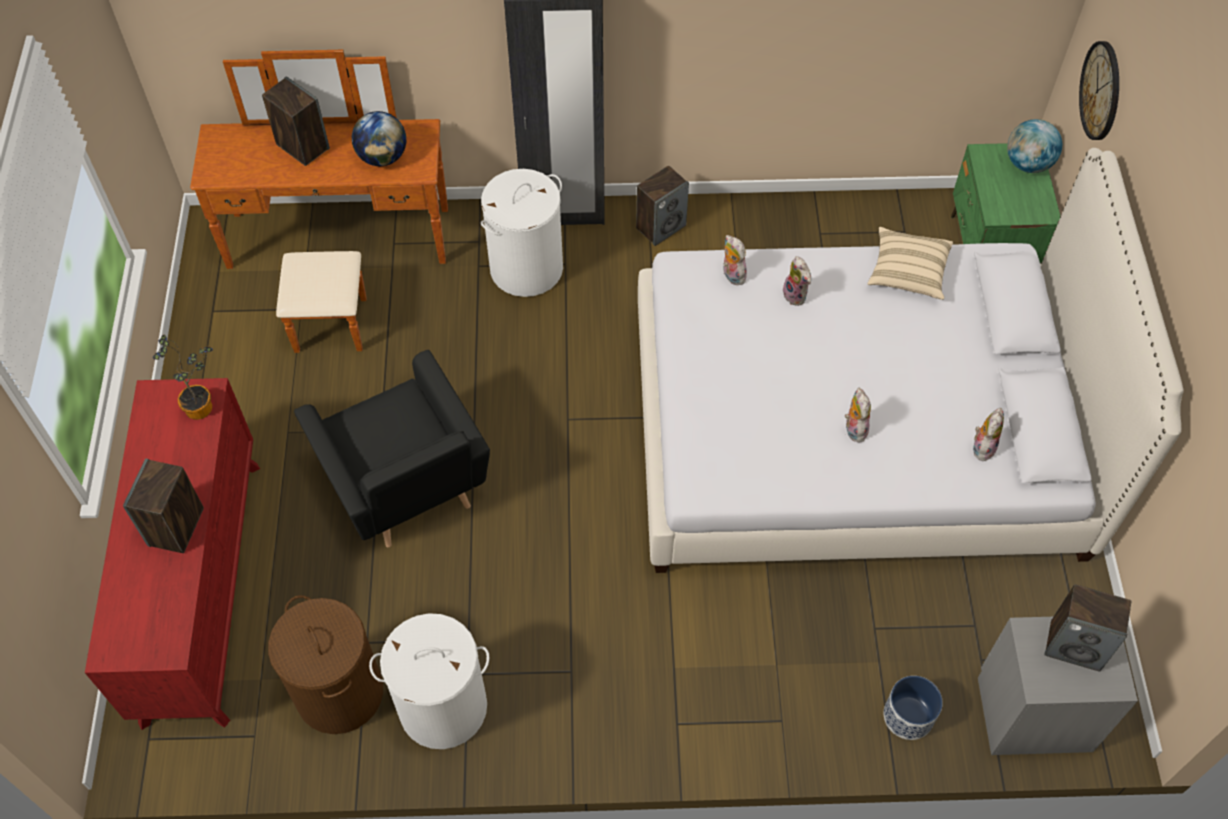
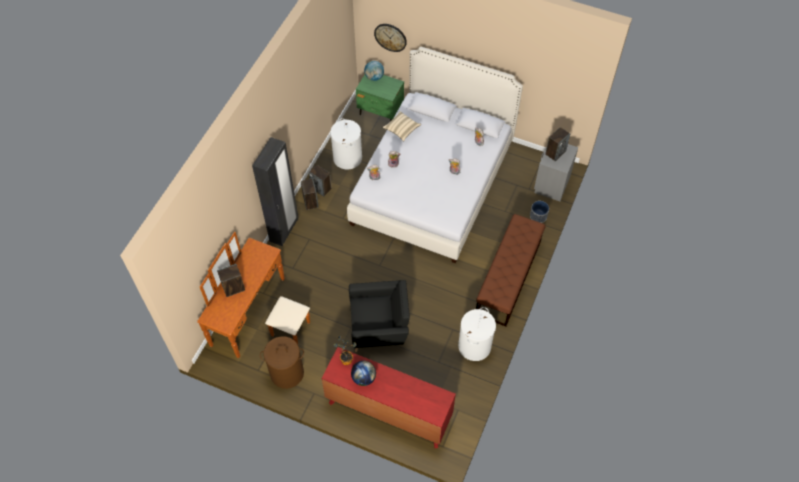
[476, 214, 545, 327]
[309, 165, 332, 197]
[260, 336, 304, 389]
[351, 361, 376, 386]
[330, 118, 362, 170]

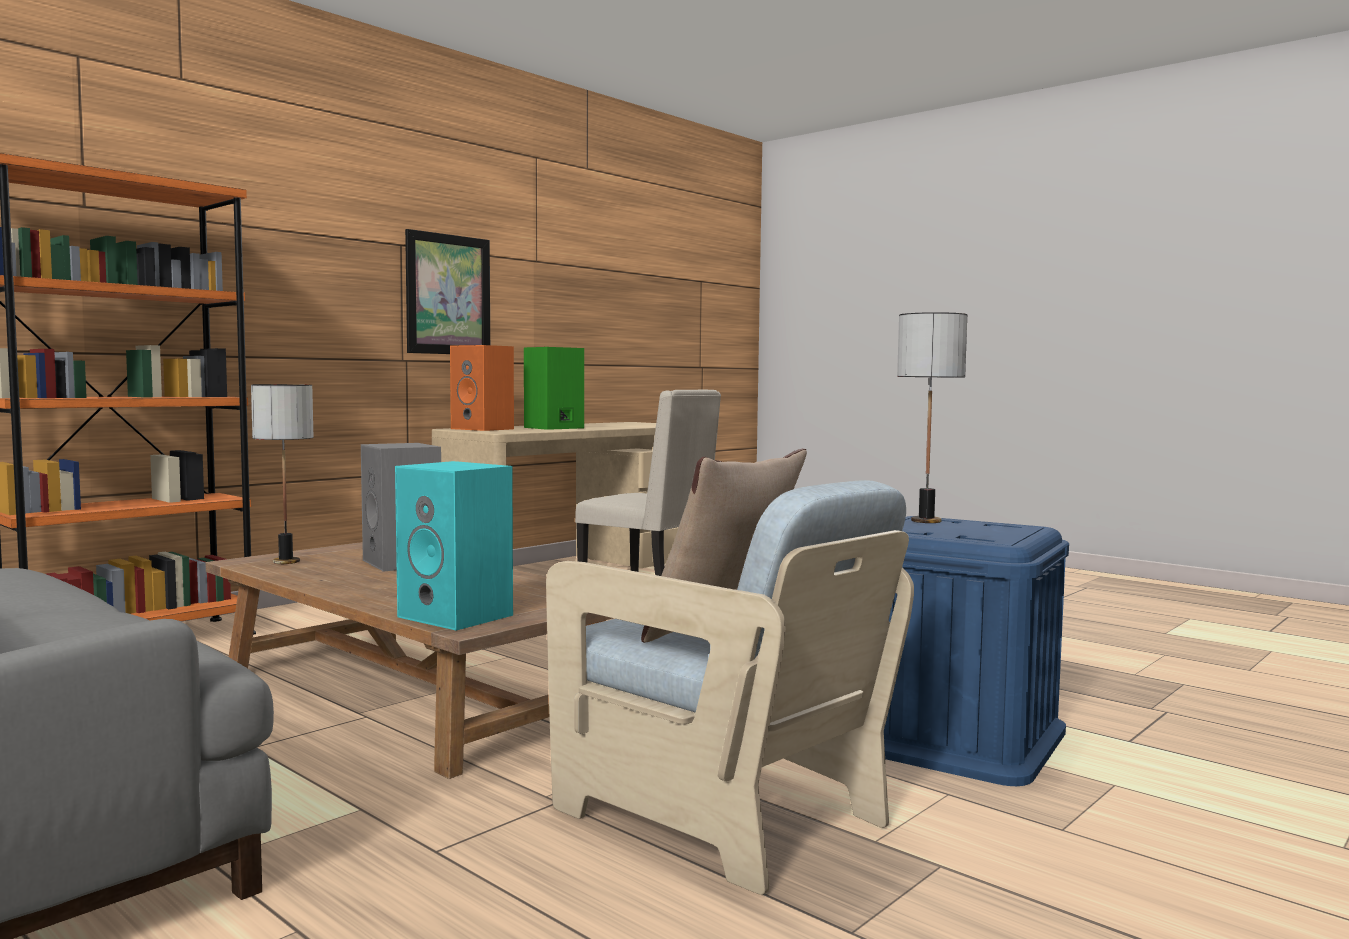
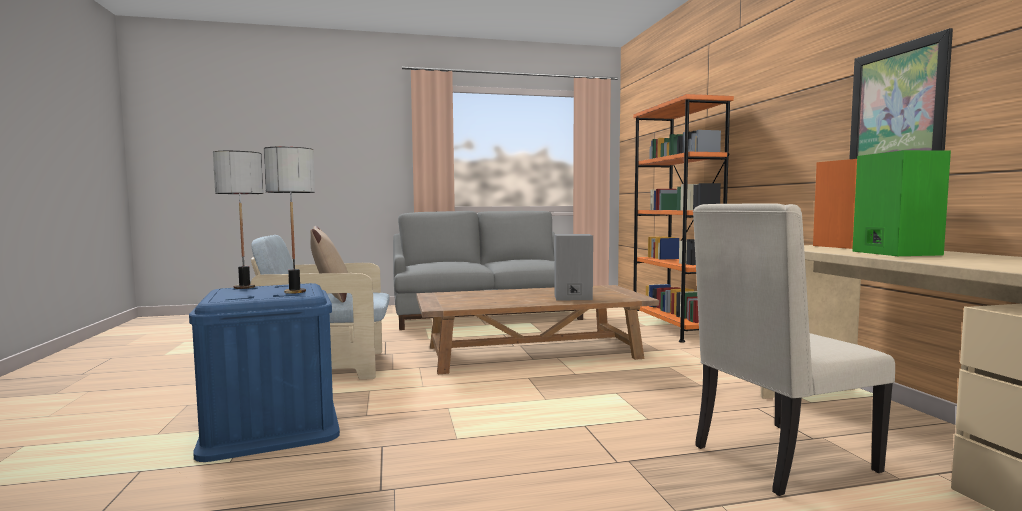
[395, 461, 513, 631] (first image)
[213, 151, 264, 289]

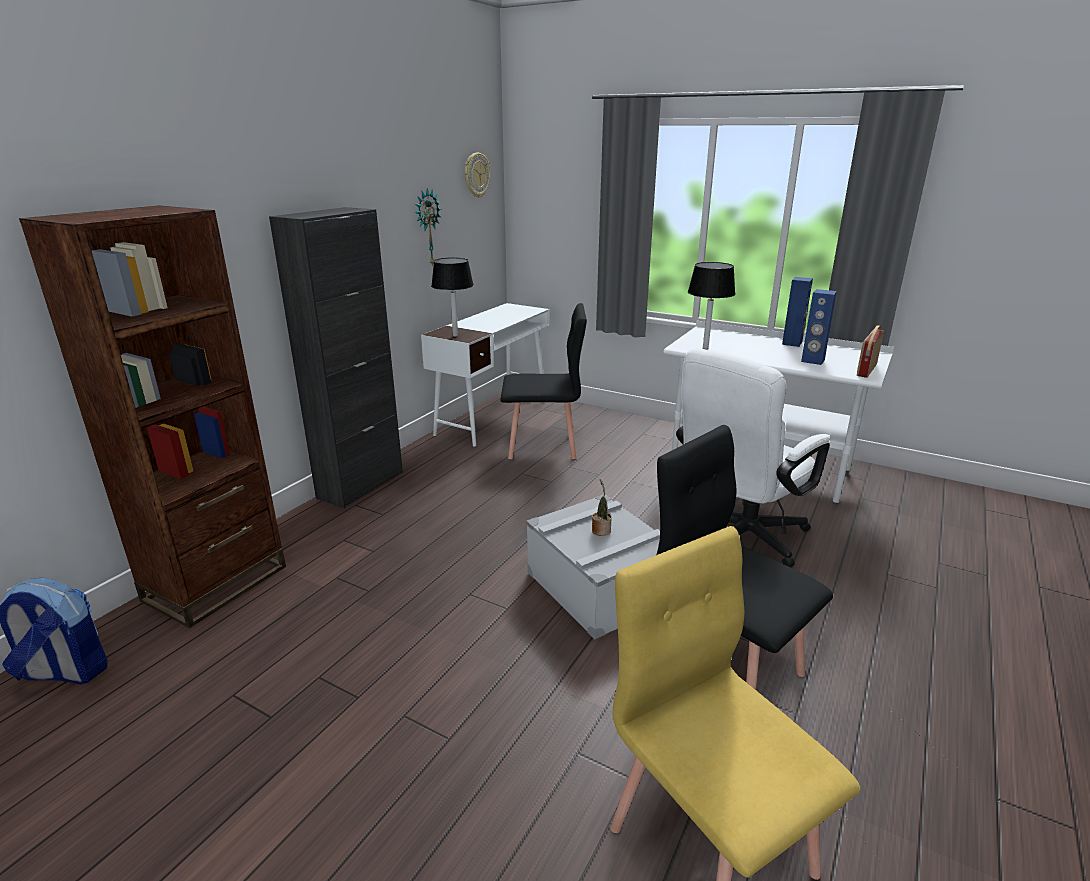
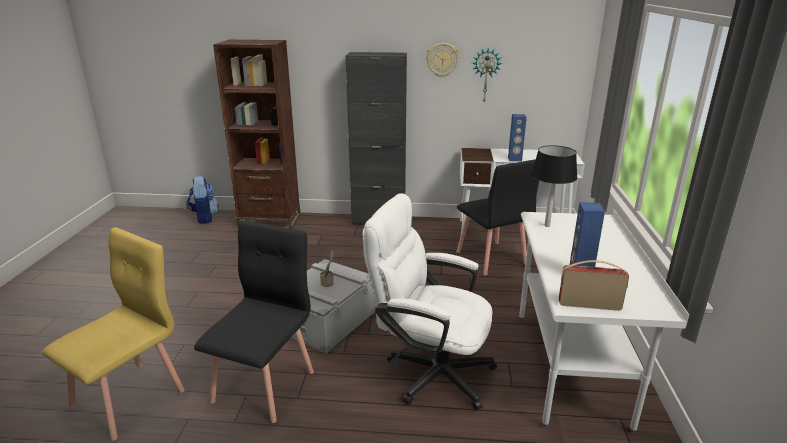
[431, 258, 474, 337] (first image)
[426, 43, 459, 77]
[508, 114, 527, 162]

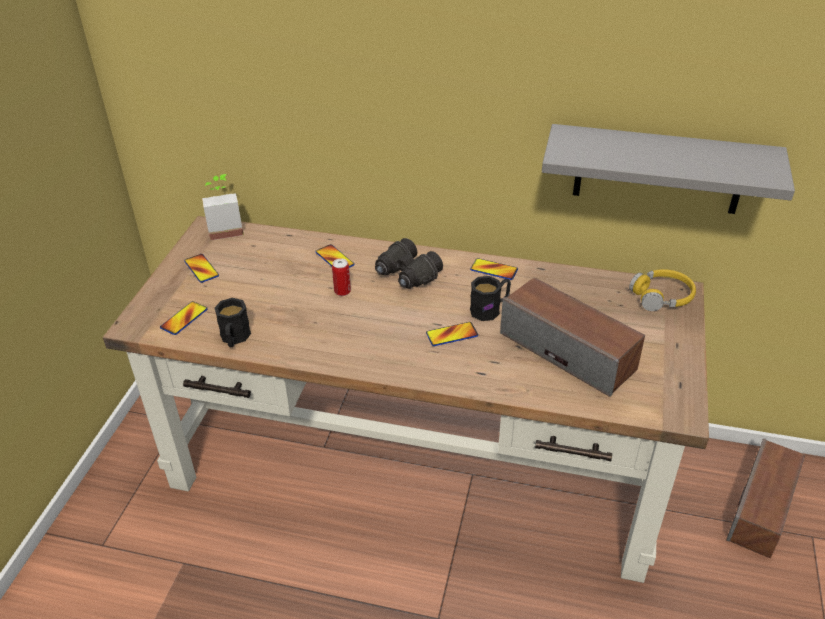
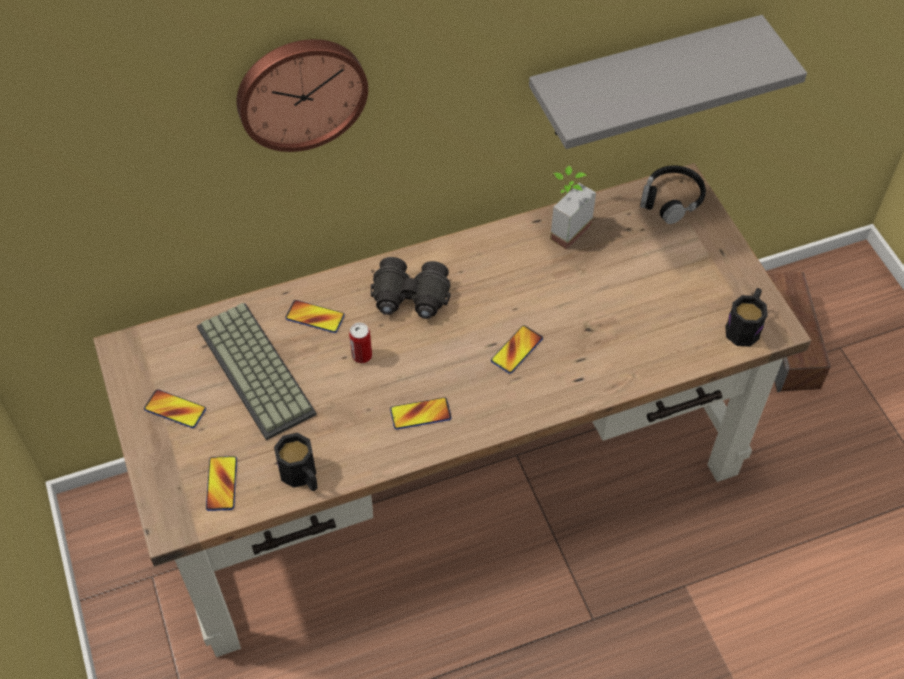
[500, 277, 645, 397] (first image)
[197, 303, 316, 440]
[237, 39, 368, 152]
[550, 166, 596, 250]
[390, 397, 451, 429]
[725, 288, 768, 347]
[640, 165, 706, 224]

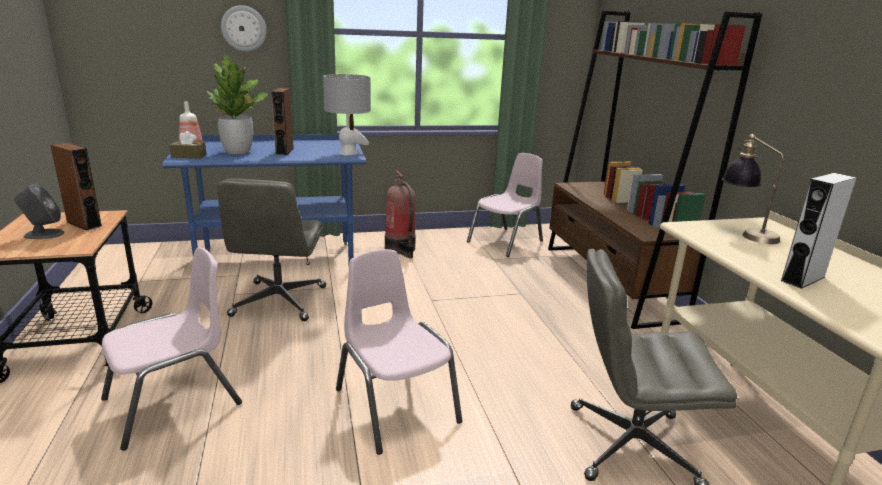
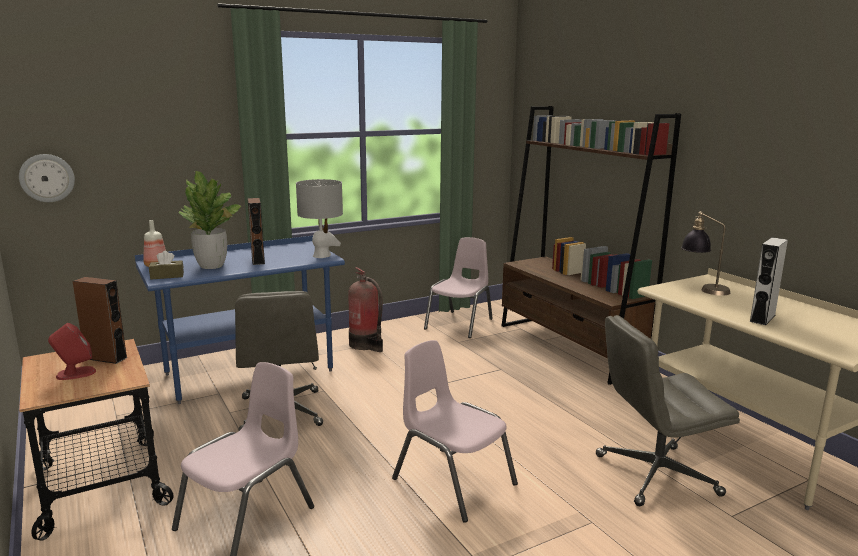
[19, 154, 75, 202]
[48, 323, 96, 380]

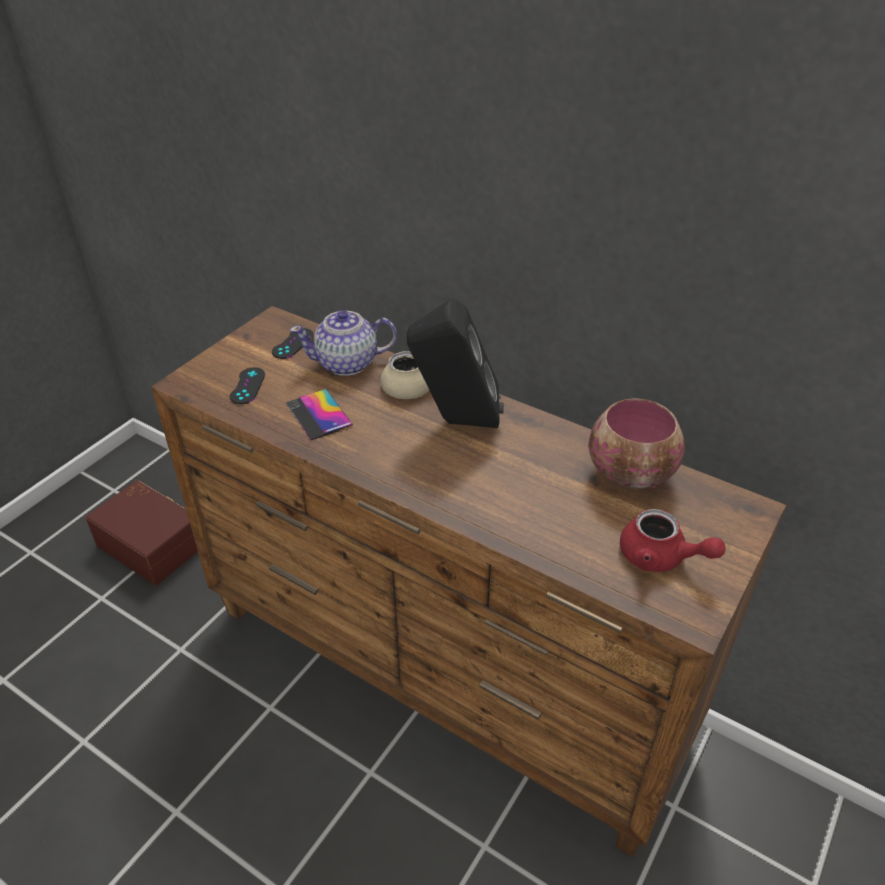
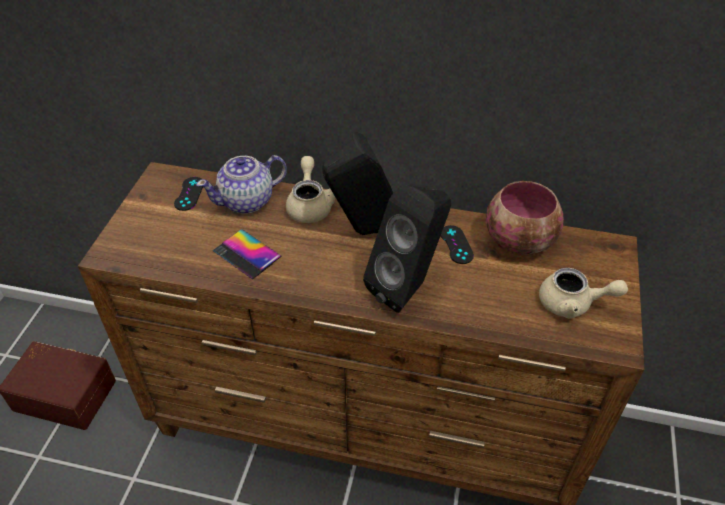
[363, 185, 451, 313]
[441, 225, 474, 264]
[539, 268, 628, 319]

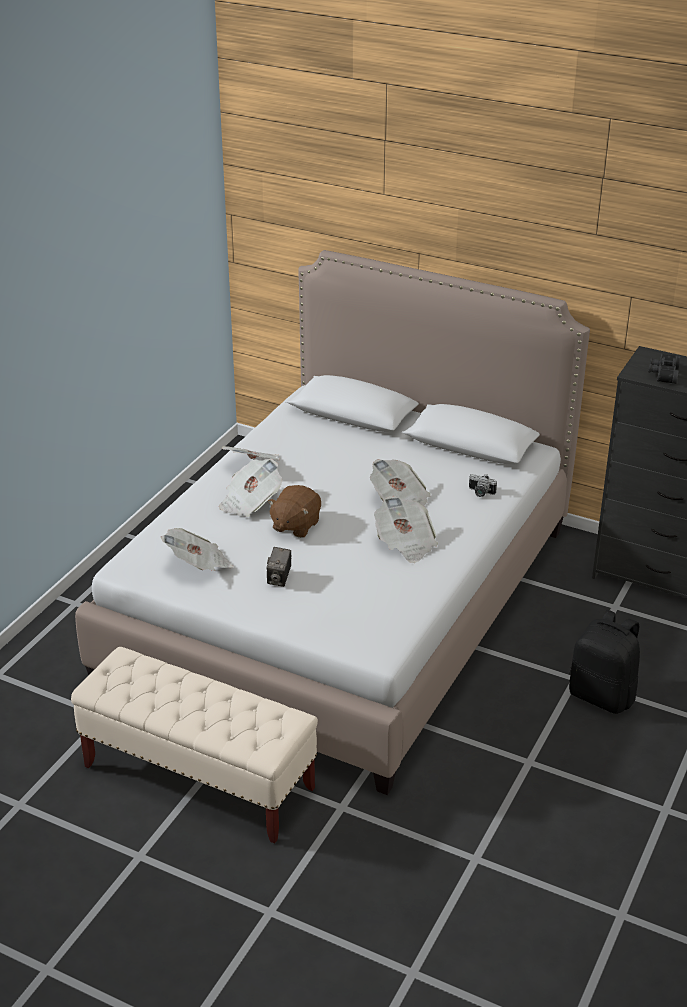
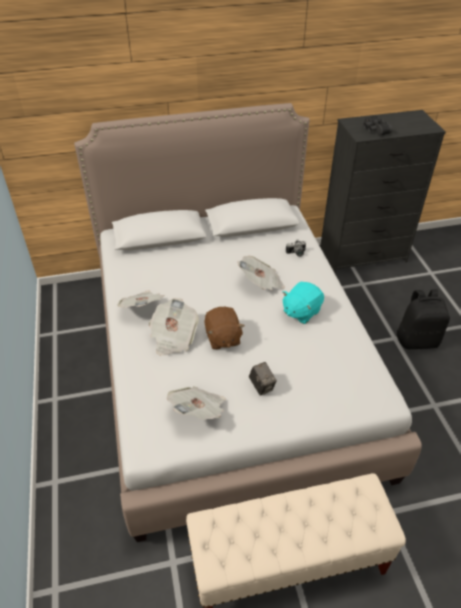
[282, 282, 324, 324]

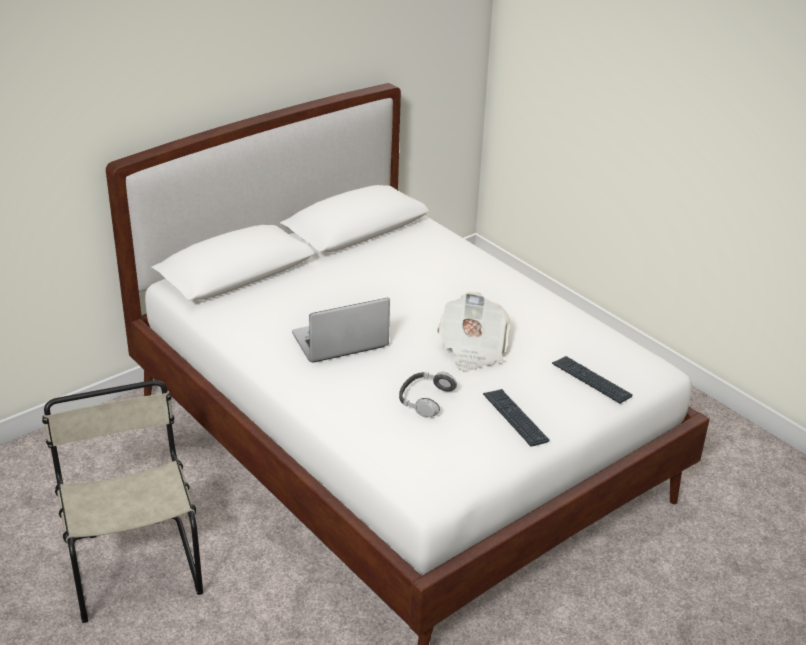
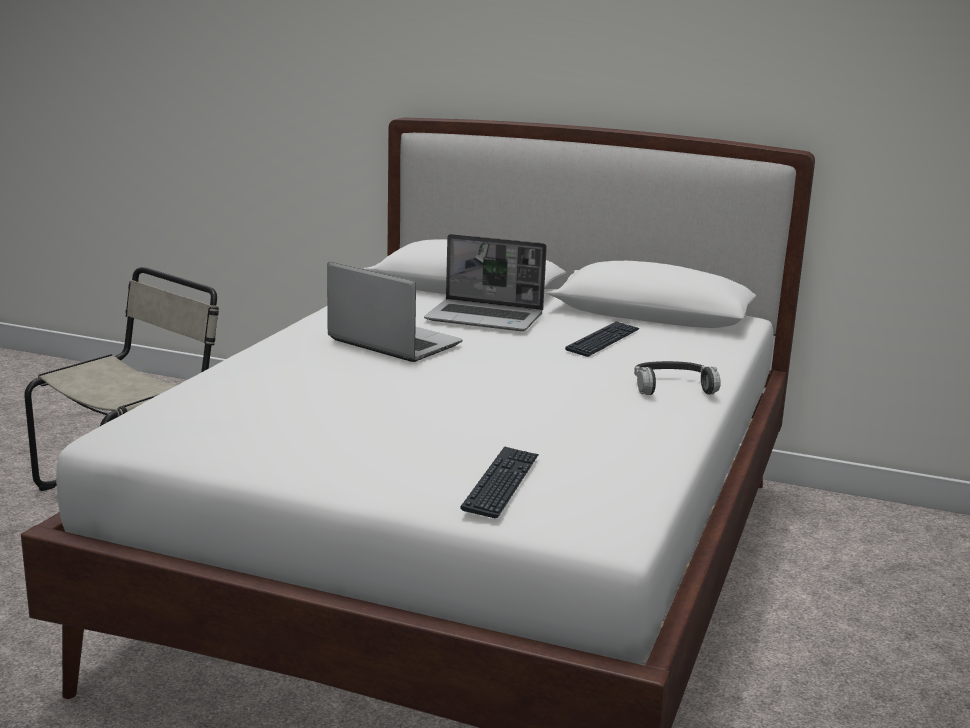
[437, 292, 511, 371] (first image)
[424, 234, 547, 331]
[634, 361, 721, 395]
[565, 321, 639, 357]

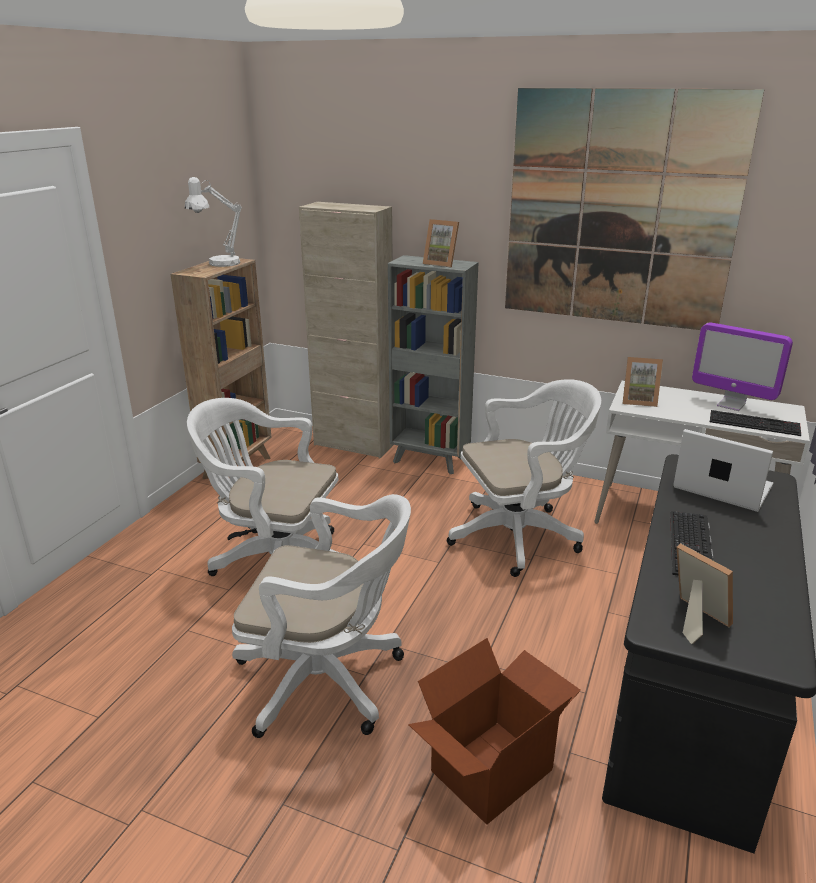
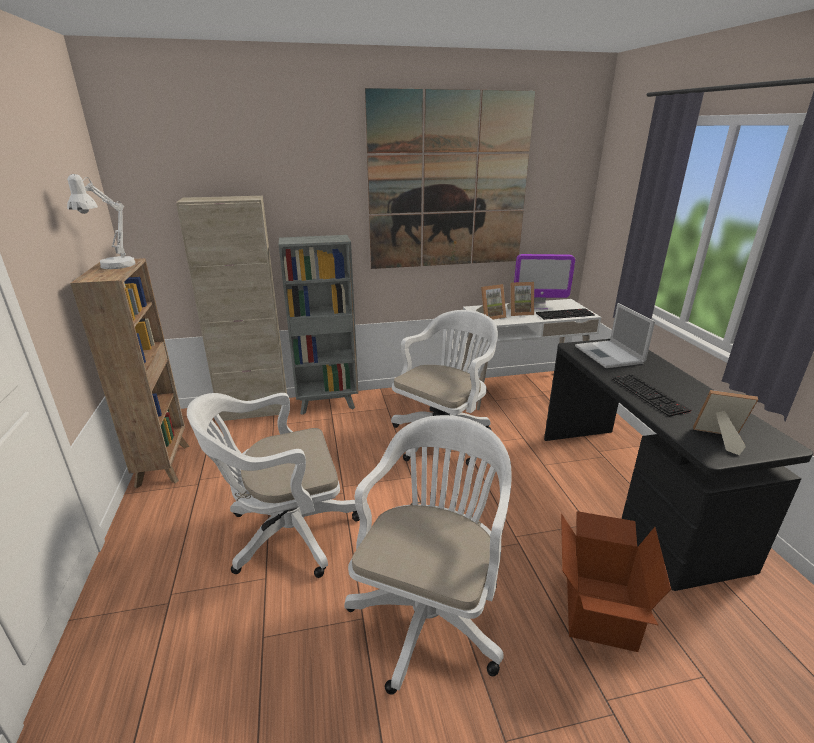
[507, 282, 534, 316]
[344, 415, 511, 695]
[575, 303, 655, 368]

